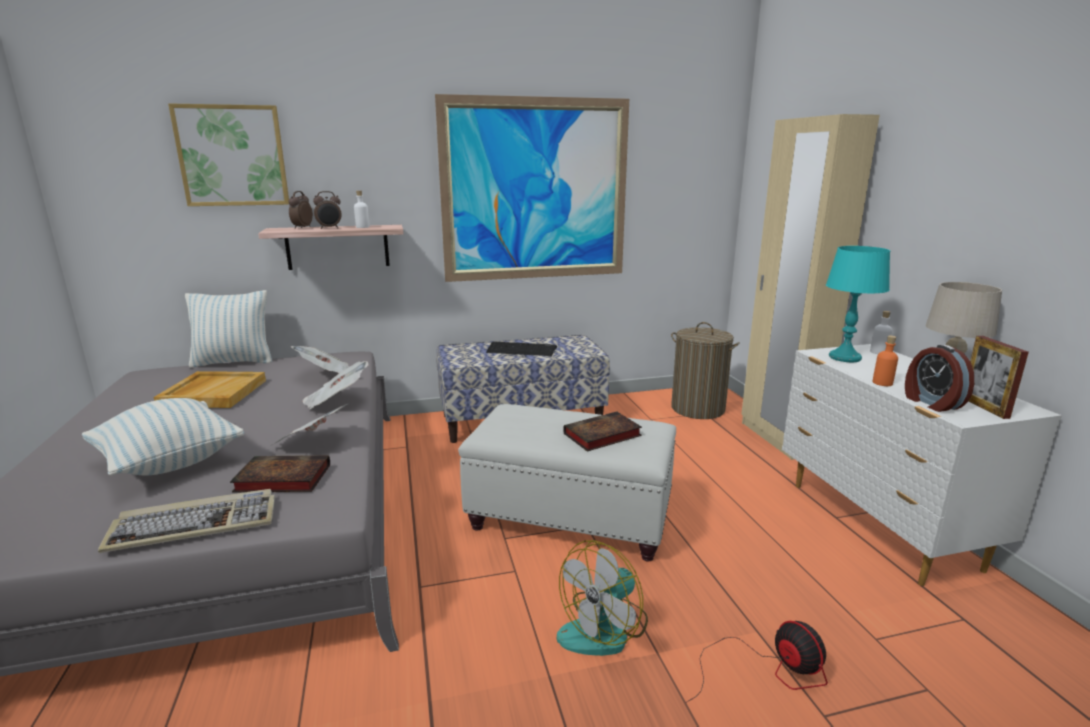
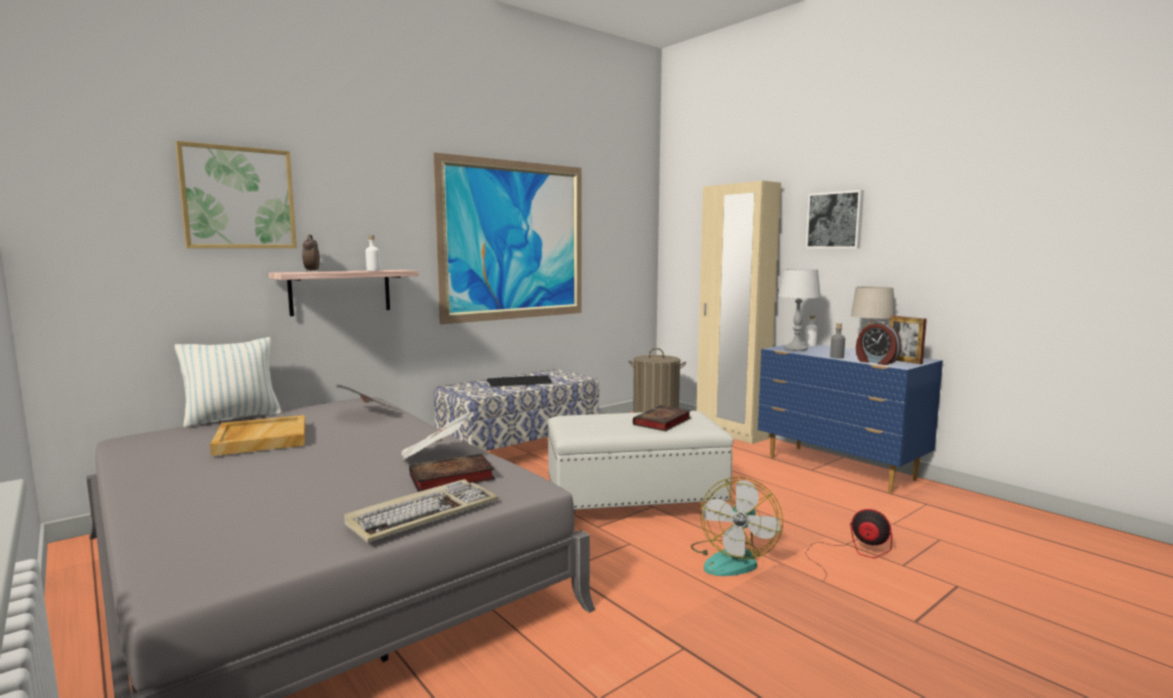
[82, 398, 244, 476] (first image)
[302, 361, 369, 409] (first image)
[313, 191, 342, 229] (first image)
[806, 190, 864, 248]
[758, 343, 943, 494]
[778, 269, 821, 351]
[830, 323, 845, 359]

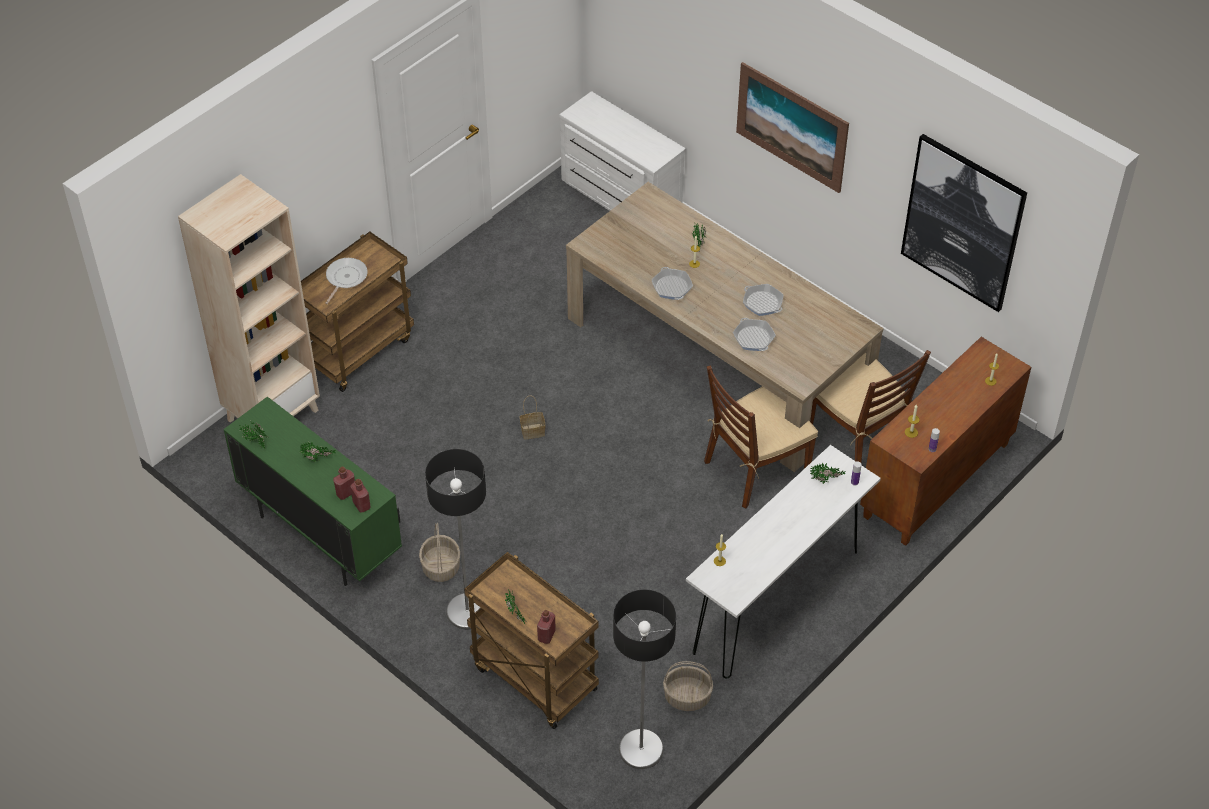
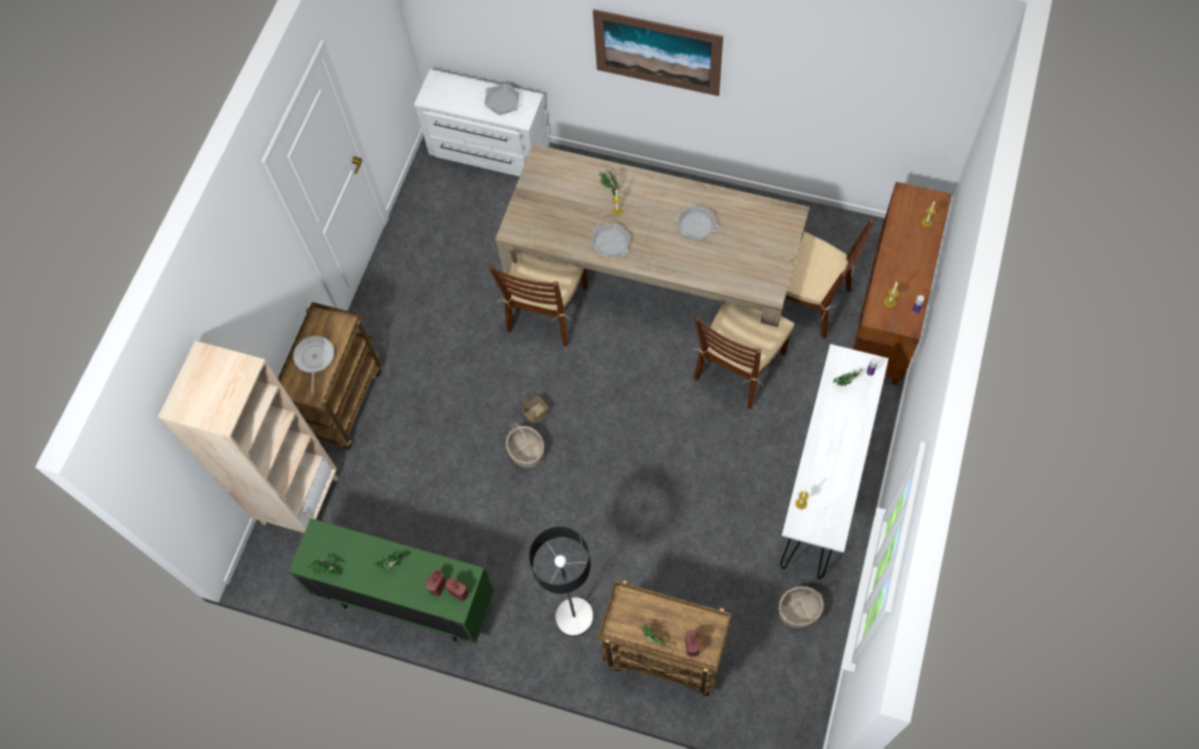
[613, 589, 676, 769] (first image)
[901, 134, 1027, 312] (first image)
[489, 252, 588, 346]
[506, 422, 544, 468]
[484, 84, 520, 115]

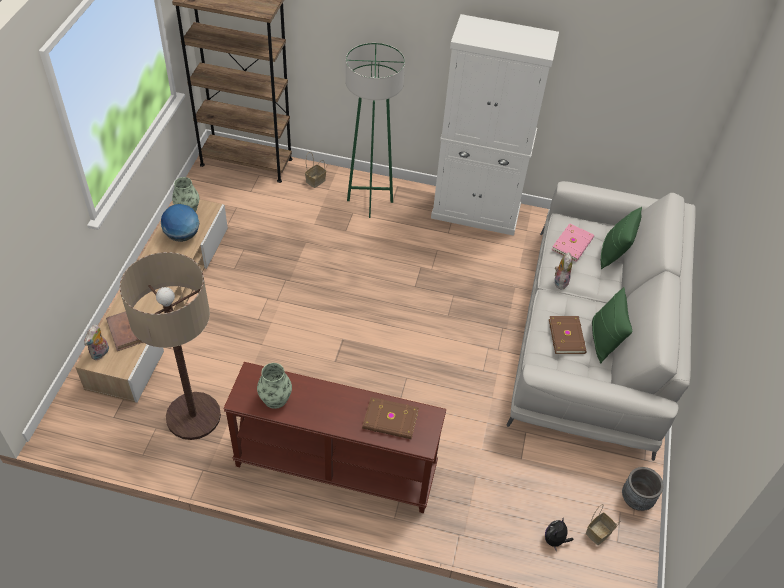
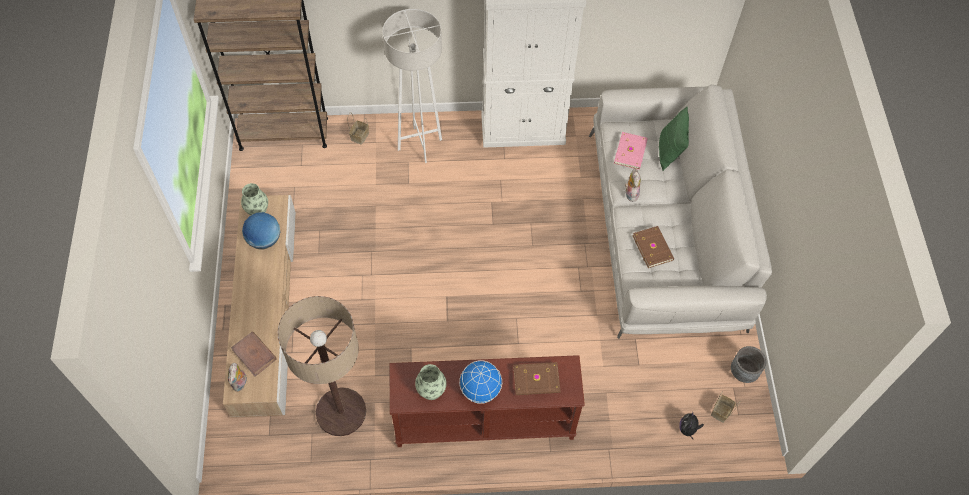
[592, 287, 632, 363] (first image)
[459, 360, 502, 404]
[382, 9, 442, 163]

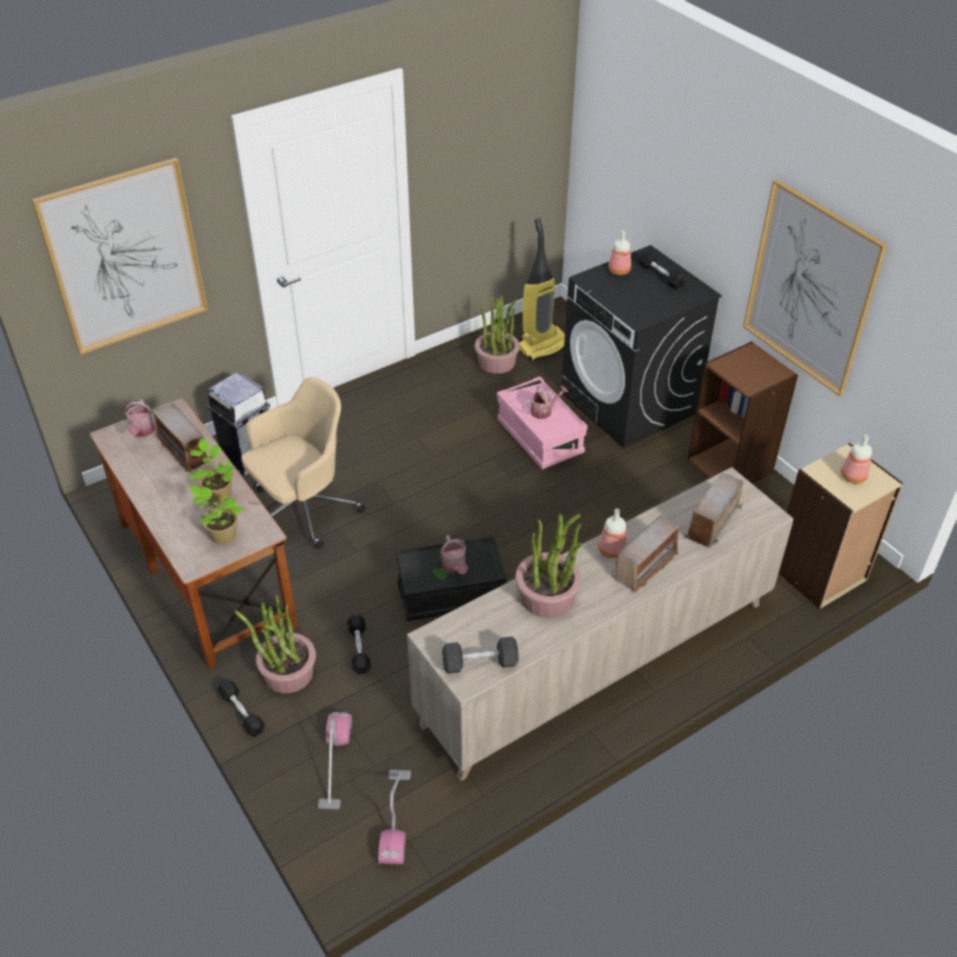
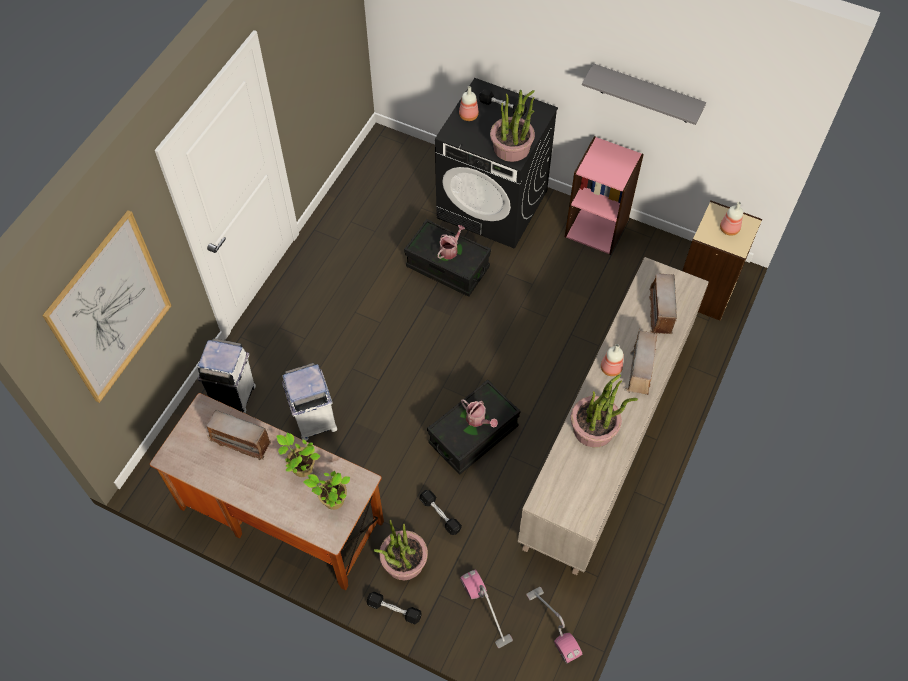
[125, 400, 155, 437] (first image)
[442, 636, 519, 674] (first image)
[518, 218, 565, 362] (first image)
[490, 90, 535, 162]
[282, 363, 337, 441]
[582, 63, 706, 125]
[404, 219, 491, 297]
[565, 136, 644, 255]

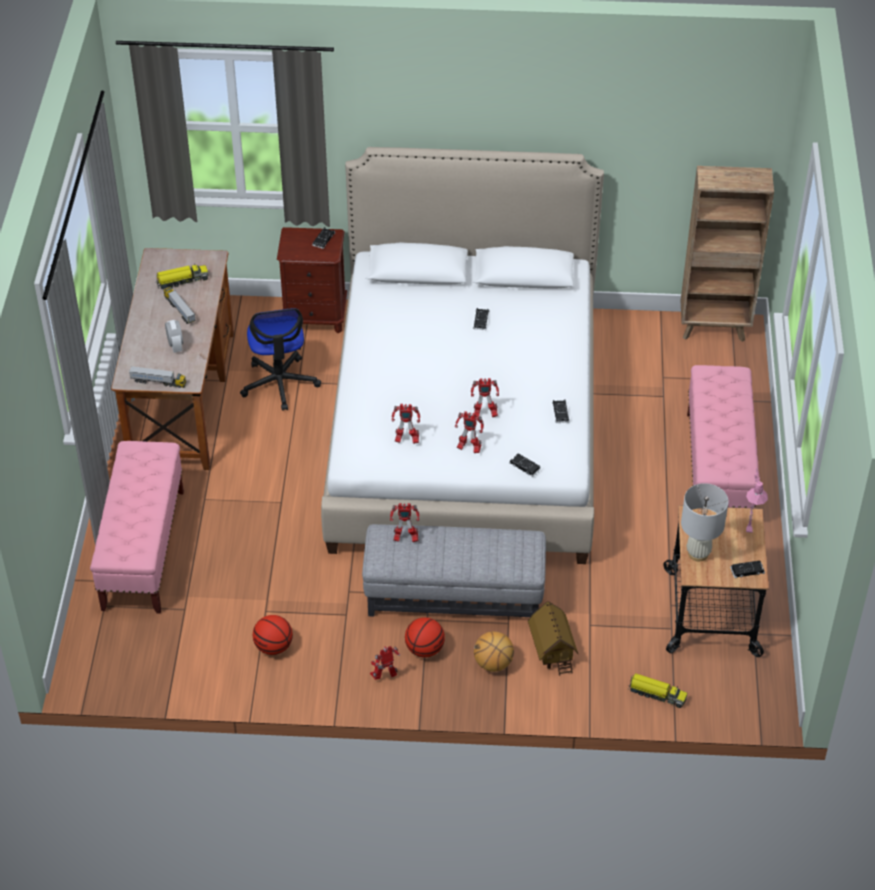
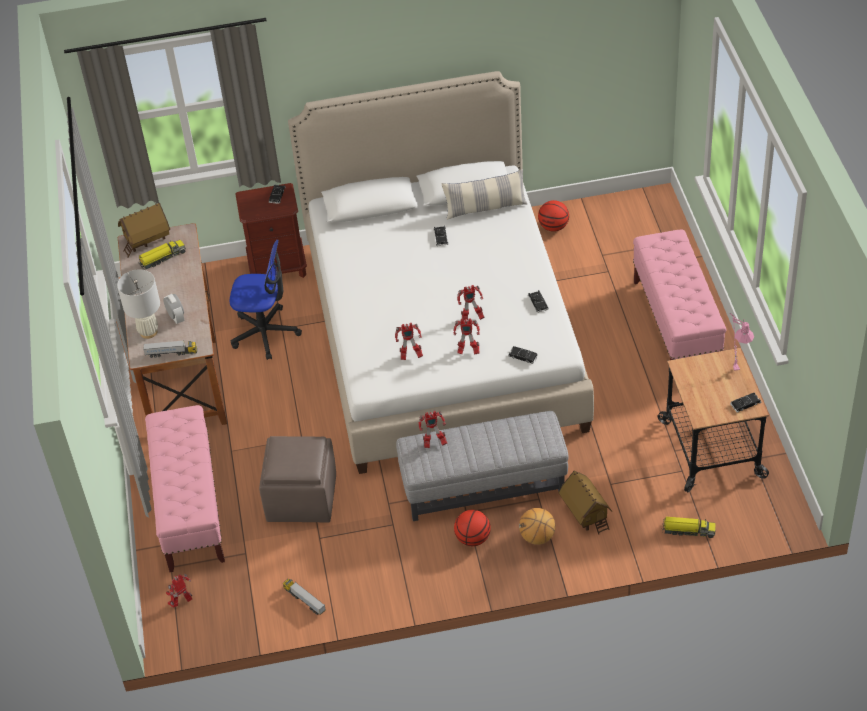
[681, 166, 774, 342] (first image)
[118, 203, 170, 258]
[259, 436, 336, 523]
[441, 169, 527, 220]
[283, 579, 326, 615]
[538, 200, 569, 232]
[166, 574, 192, 608]
[117, 269, 160, 339]
[230, 240, 302, 360]

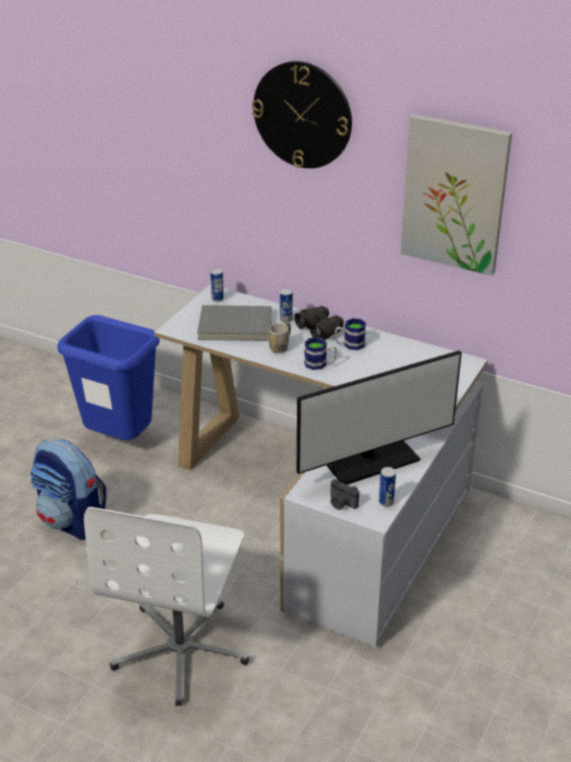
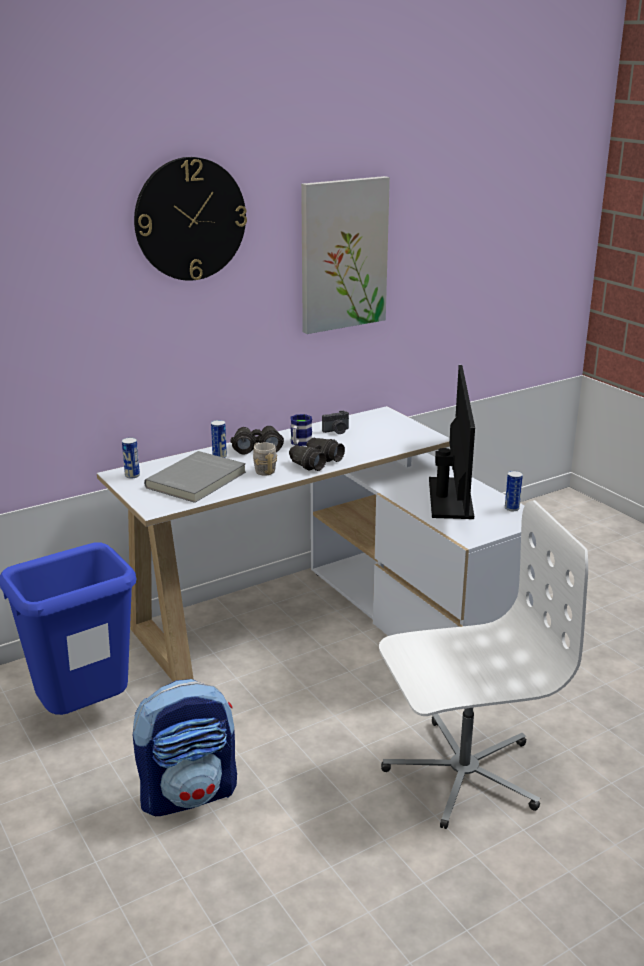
[322, 411, 349, 434]
[289, 438, 345, 471]
[379, 500, 588, 829]

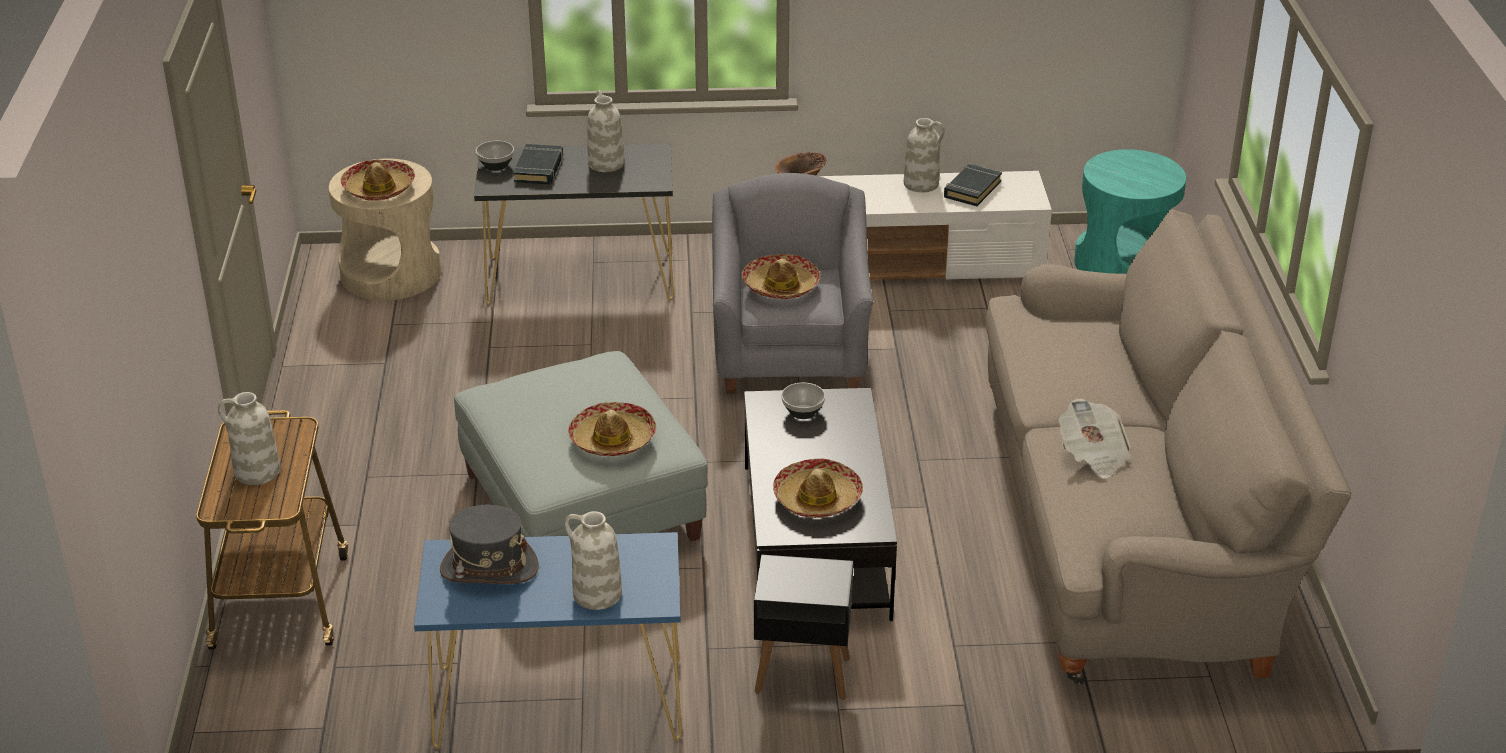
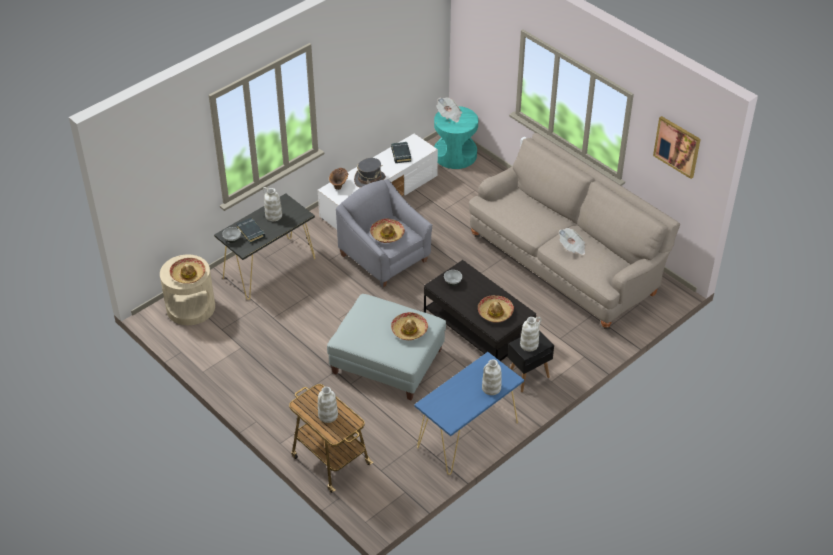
[436, 97, 462, 122]
[653, 116, 701, 179]
[354, 158, 386, 188]
[520, 317, 542, 351]

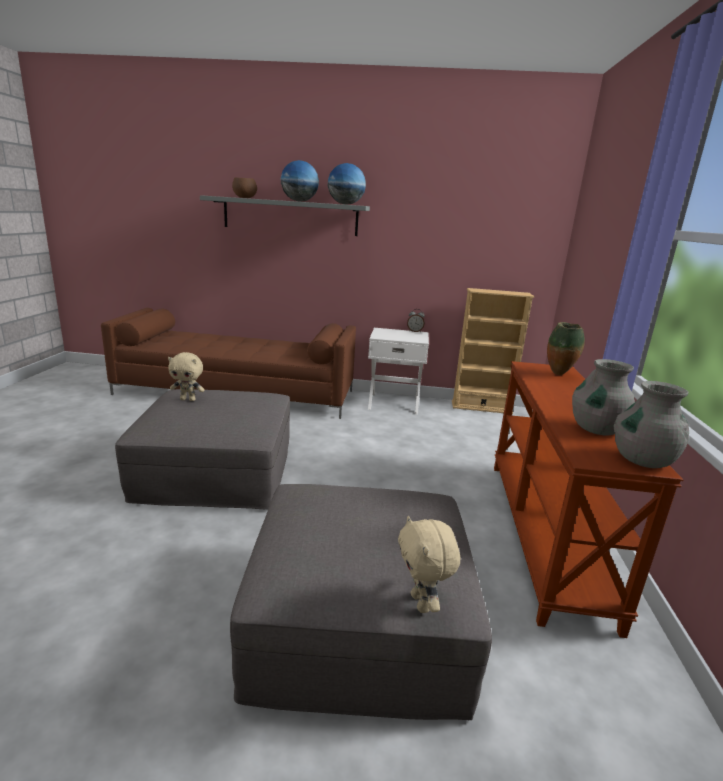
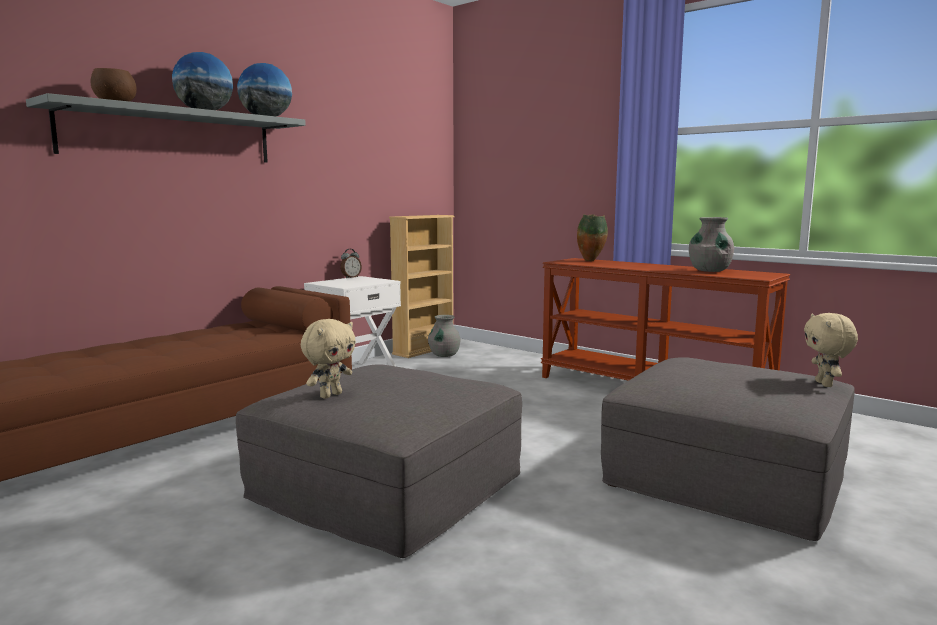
[428, 315, 460, 357]
[804, 313, 858, 387]

